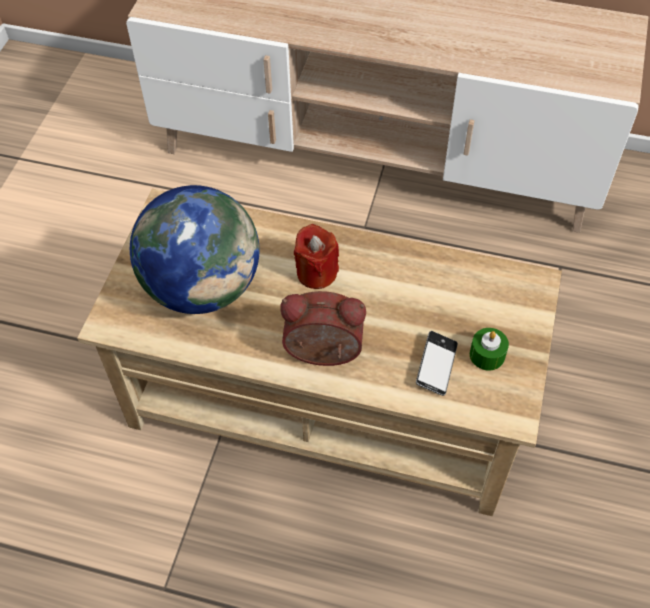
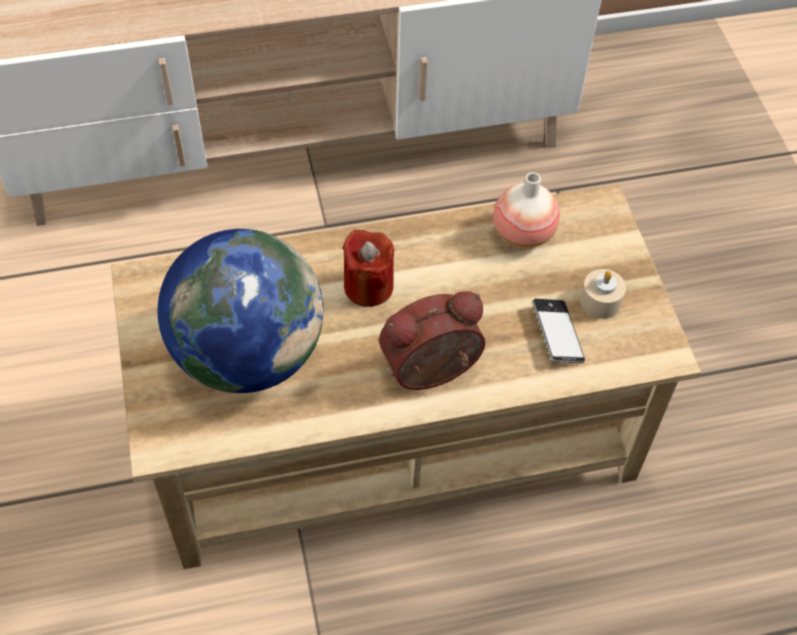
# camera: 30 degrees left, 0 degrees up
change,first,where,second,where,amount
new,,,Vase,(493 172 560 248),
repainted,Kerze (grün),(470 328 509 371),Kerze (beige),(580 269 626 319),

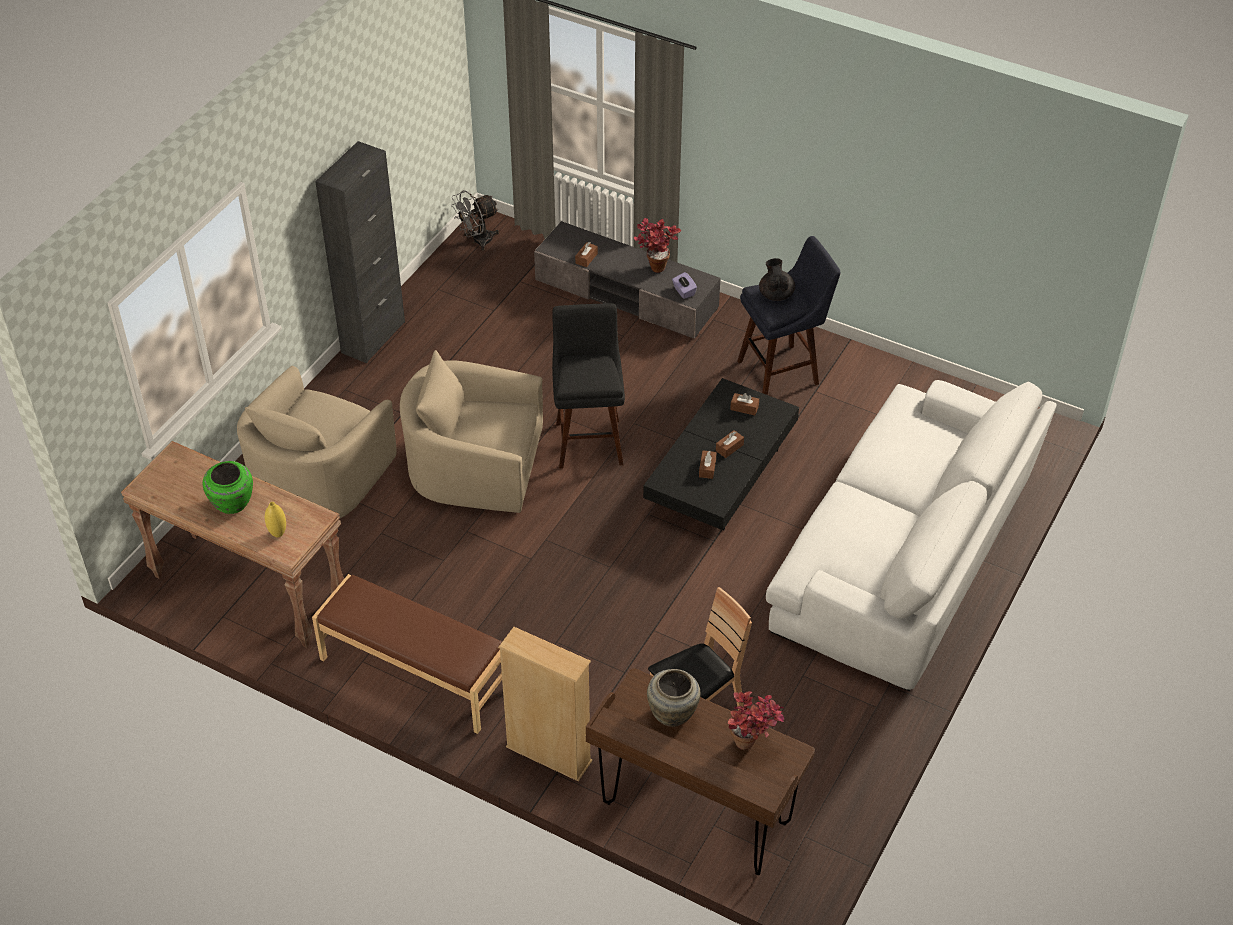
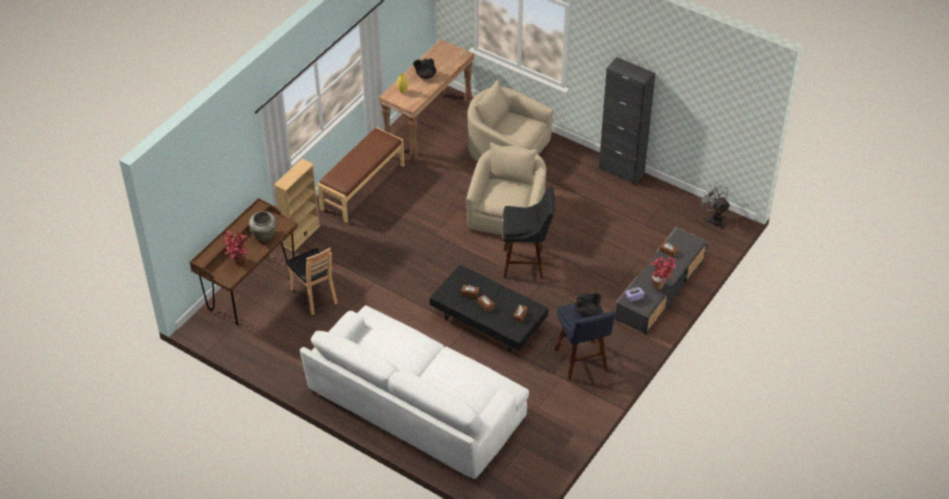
# camera: 95 degrees right, 0 degrees up
change,first,where,second,where,amount
swapped,Vase (grün),(203 461 253 514),Teekanne (schwarz),(413 58 436 79),

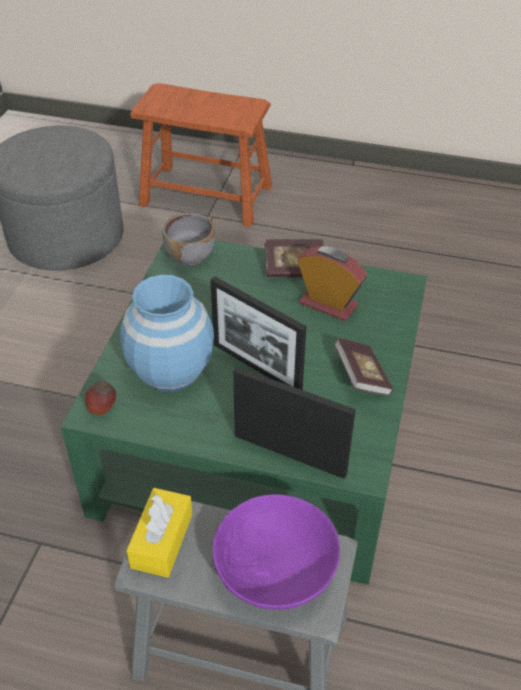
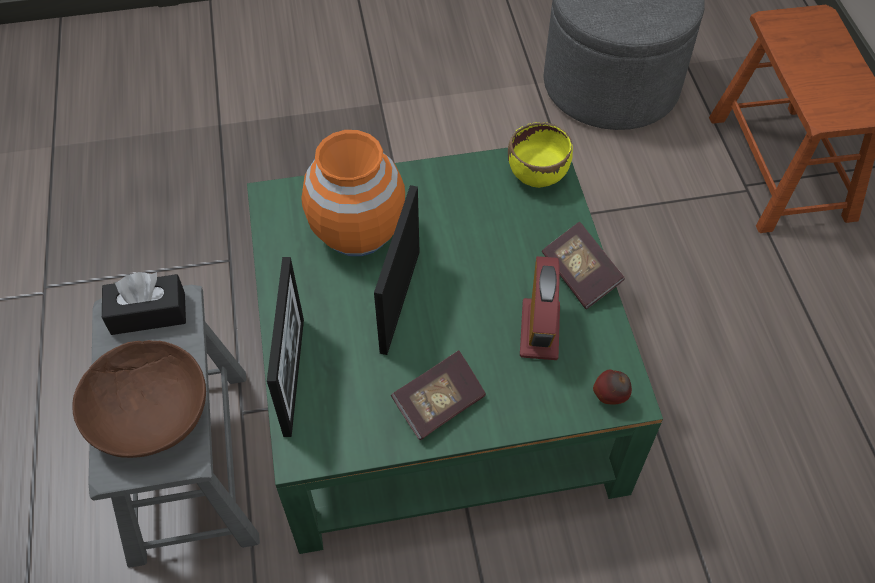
# camera: 65 degrees right, 10 degrees up
change,first,where,second,where,amount
shifted,Apfel,(85 381 116 415),,(593 369 632 405),
repainted,Vase (blau),(120 275 214 392),Vase (orange),(301 130 405 256),
repainted,Taschentuchbox (gelb),(126 488 193 578),Taschentuchbox (schwarz),(102 272 186 335),
repainted,Schüssel (grau),(163 213 215 265),Schüssel (gelb),(508 122 573 188),
repainted,Schüssel (lila),(213 494 340 610),Schüssel (braun),(72 340 206 458),

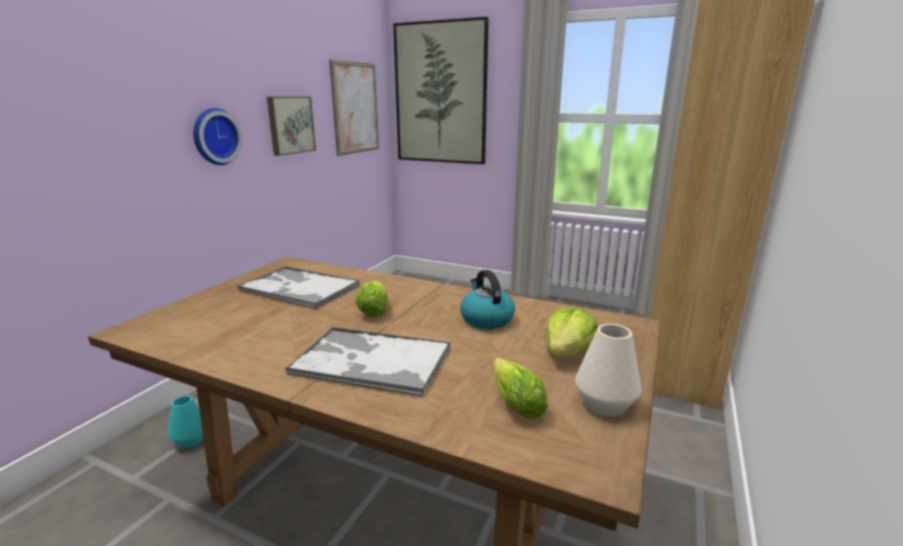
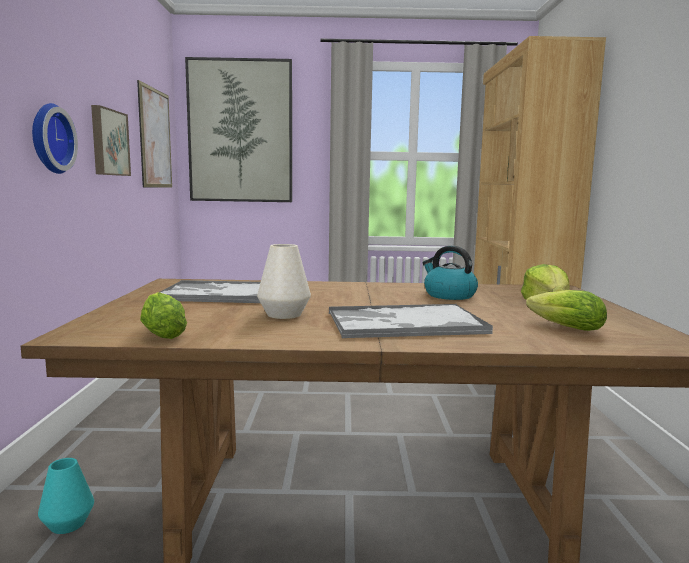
# camera: 25 degrees left, 10 degrees down
change,first,where,second,where,amount
shifted,Salatkopf,(355 281 388 317),,(140 292 187 339),
shifted,Vase (weiß),(575 324 641 416),,(257 244 311 319),

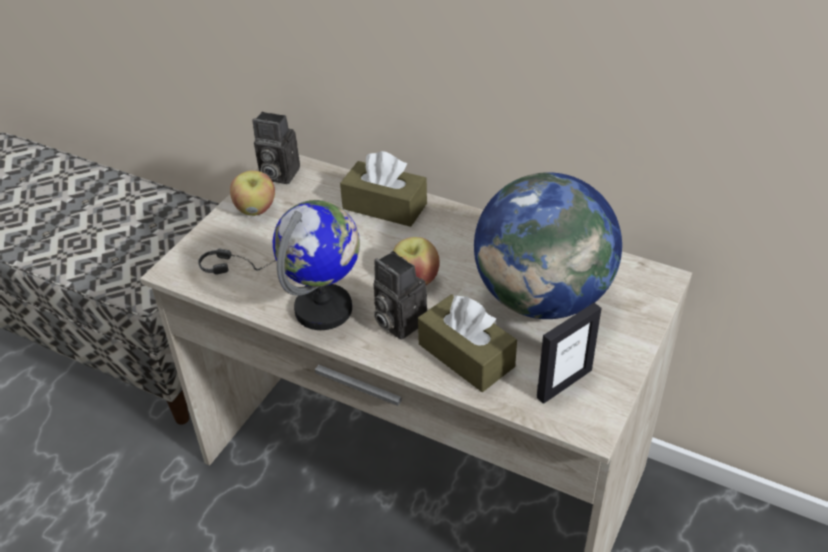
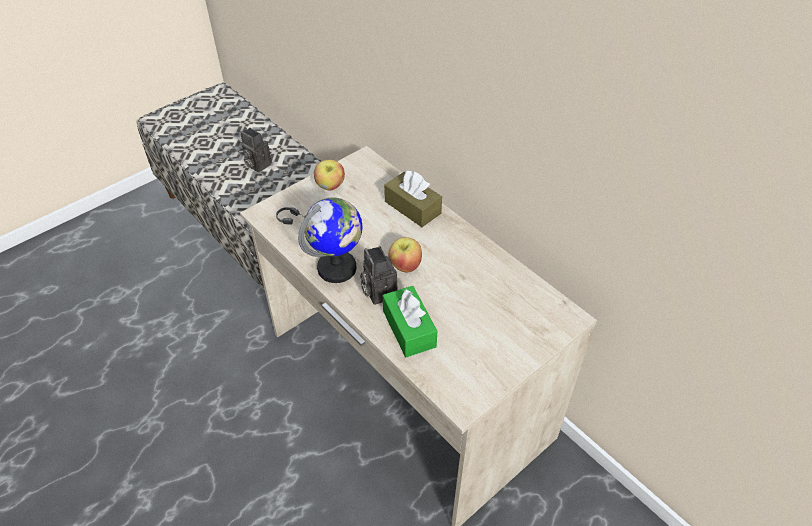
# camera: 20 degrees right, 5 degrees up
change,first,where,second,where,amount
gone,Globus,(474 172 622 319),,,
gone,Bilderrahmen,(537 303 601 404),,,
shifted,Kamera,(252 112 300 184),,(240 128 272 173),
repainted,Taschentuchbox (braun),(418 294 517 392),Taschentuchbox (grün),(383 286 437 357),

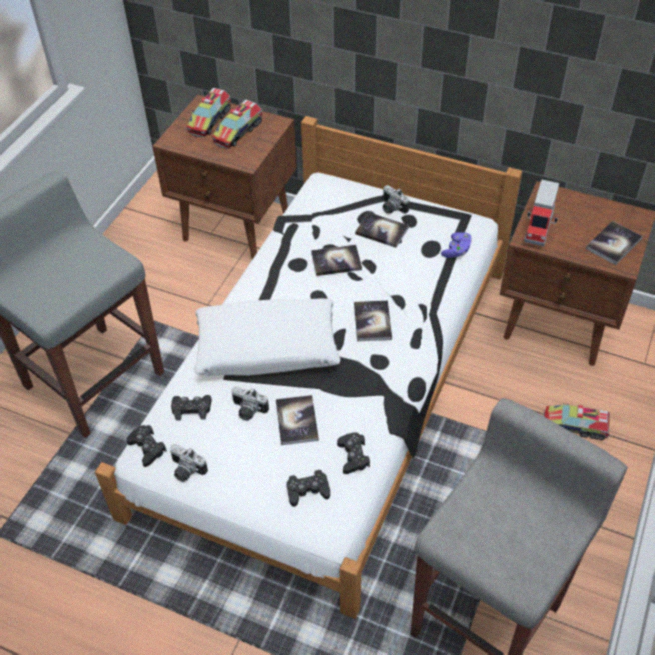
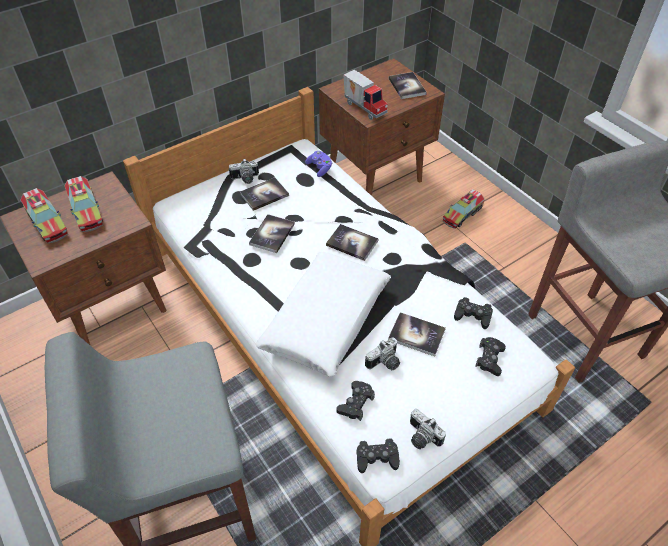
# camera: 60 degrees left, 0 degrees up
change,first,where,second,where,amount
rotated,Kamera,(169 444 208 482),,(410 409 446 449),75 degrees clockwise

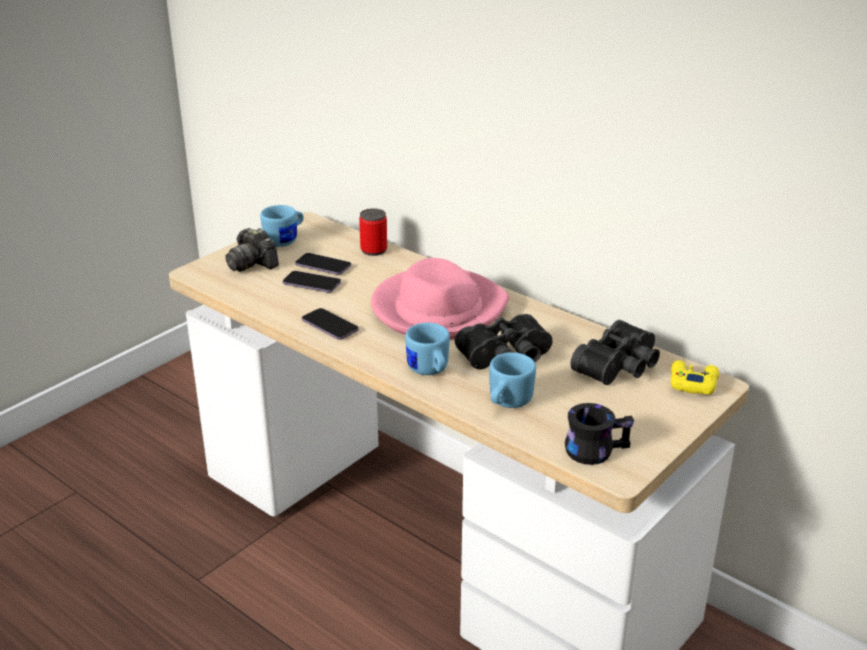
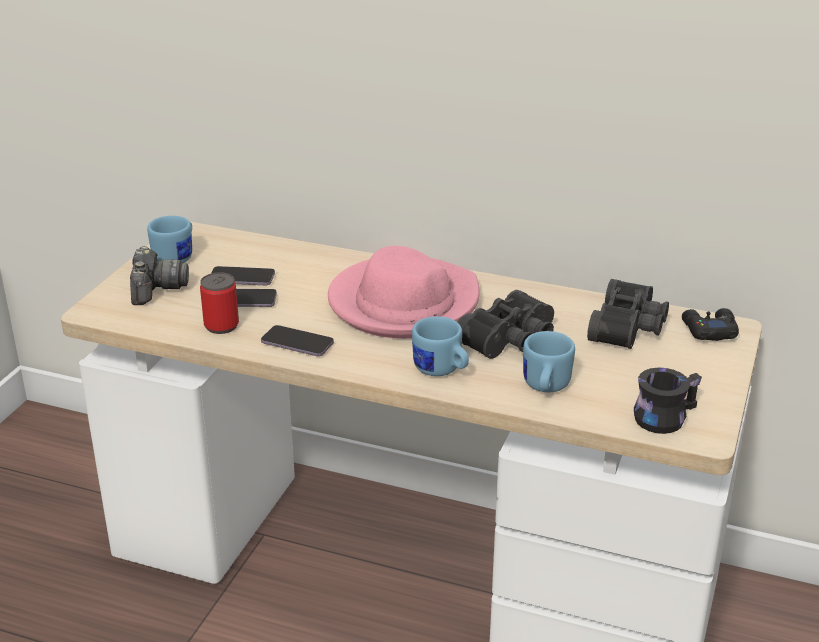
# camera: 20 degrees left, 0 degrees up
change,first,where,second,where,amount
shifted,Dose,(359 208 387 256),,(200 272 239 334),
repainted,Gamepad (gelb),(671 360 719 394),Gamepad (schwarz),(682 308 739 341),
rotated,Kamera,(225 228 279 272),,(130 246 189 305),120 degrees counterclockwise

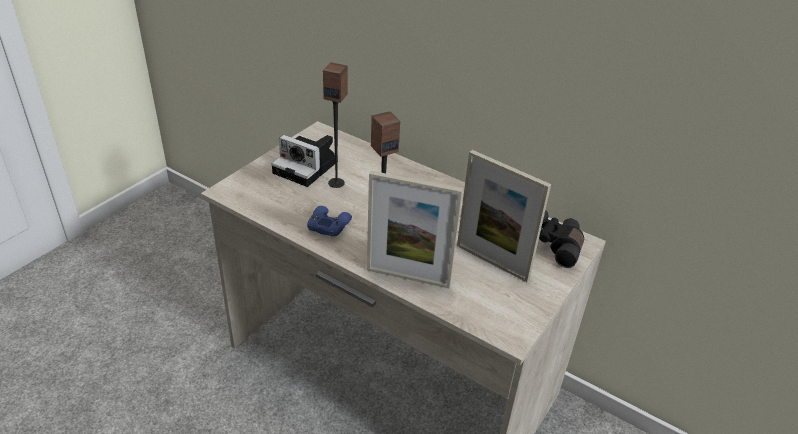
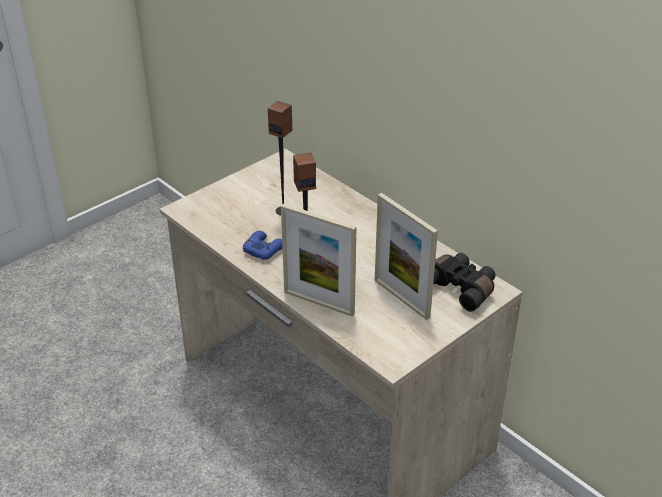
# camera: 15 degrees right, 0 degrees up
change,first,where,second,where,amount
gone,Kamera,(271 135 338 187),,,

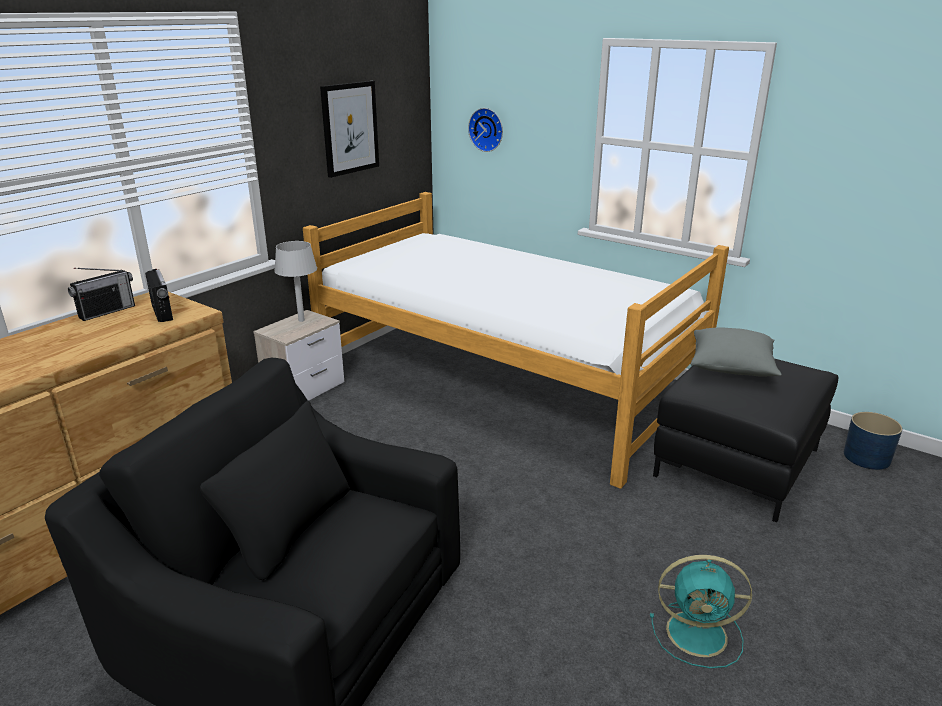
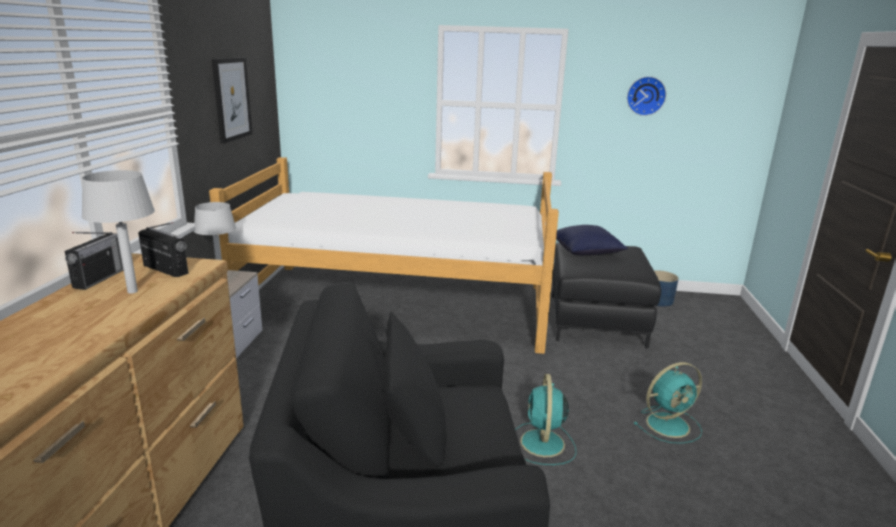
# camera: 30 degrees left, 5 degrees down
change,first,where,second,where,amount
new,,,Tischlampe (grau),(82 170 155 294),
new,,,Ventilator (türkis),(515 374 577 465),
shifted,Wanduhr,(468 108 503 152),,(627 76 666 116),
repainted,Kissen (grau),(690 327 782 377),Kissen (blau),(556 225 628 255),

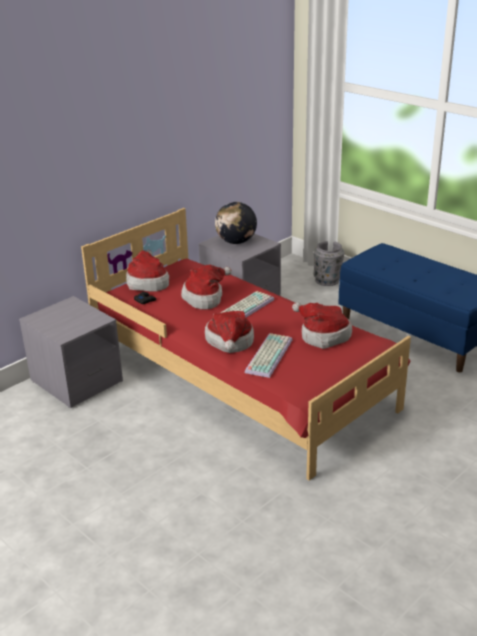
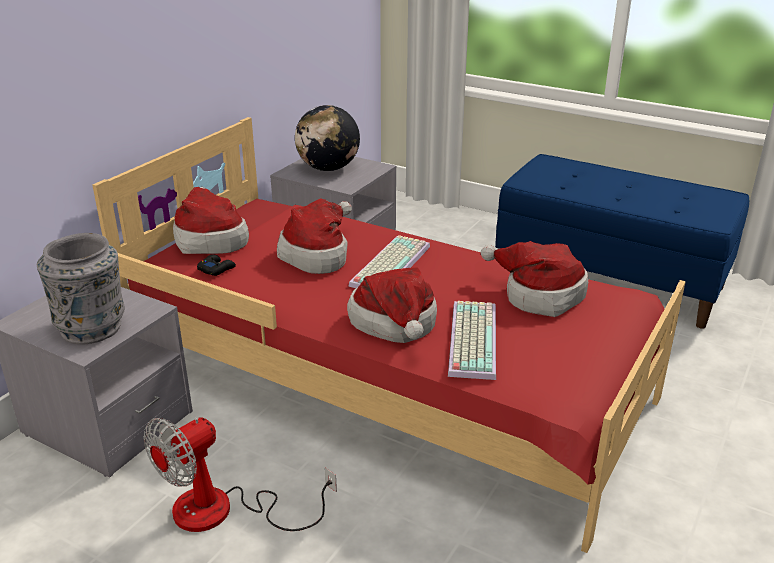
# camera: 15 degrees left, 0 degrees up
change,first,where,second,where,amount
new,,,Ventilator,(144 417 337 532),
shifted,Vase (grau),(313 241 344 286),,(37 233 125 344),

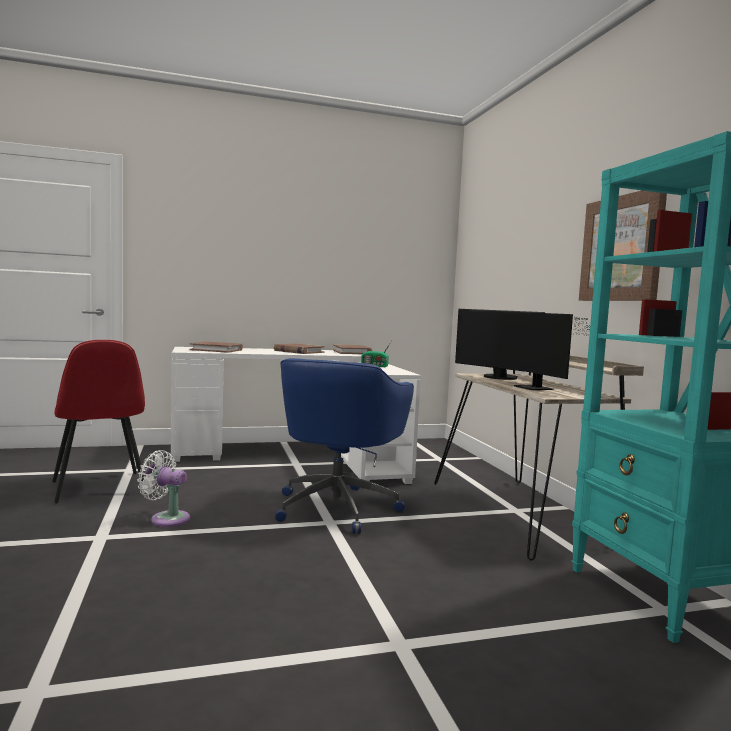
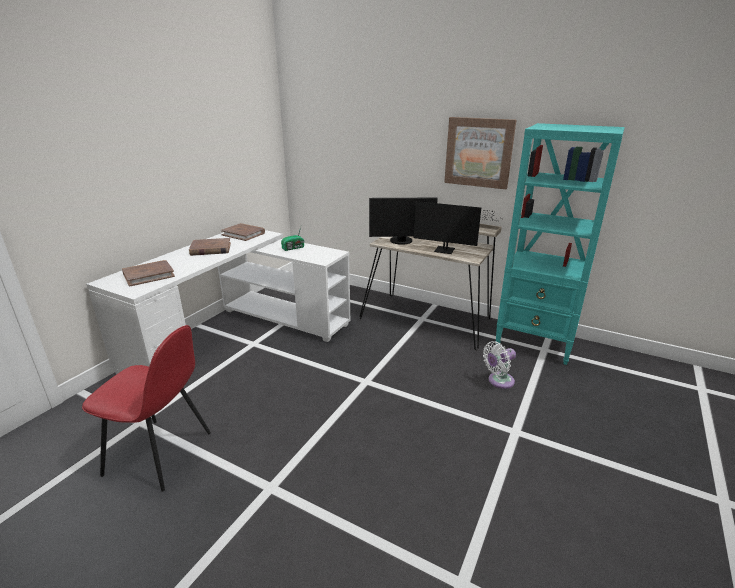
# camera: 45 degrees left, 20 degrees up
change,first,where,second,where,amount
gone,Bürostuhl (blau),(275 358 414 534),,,
shifted,Ventilator (weiß),(137 450 190 527),,(483 341 516 389),

